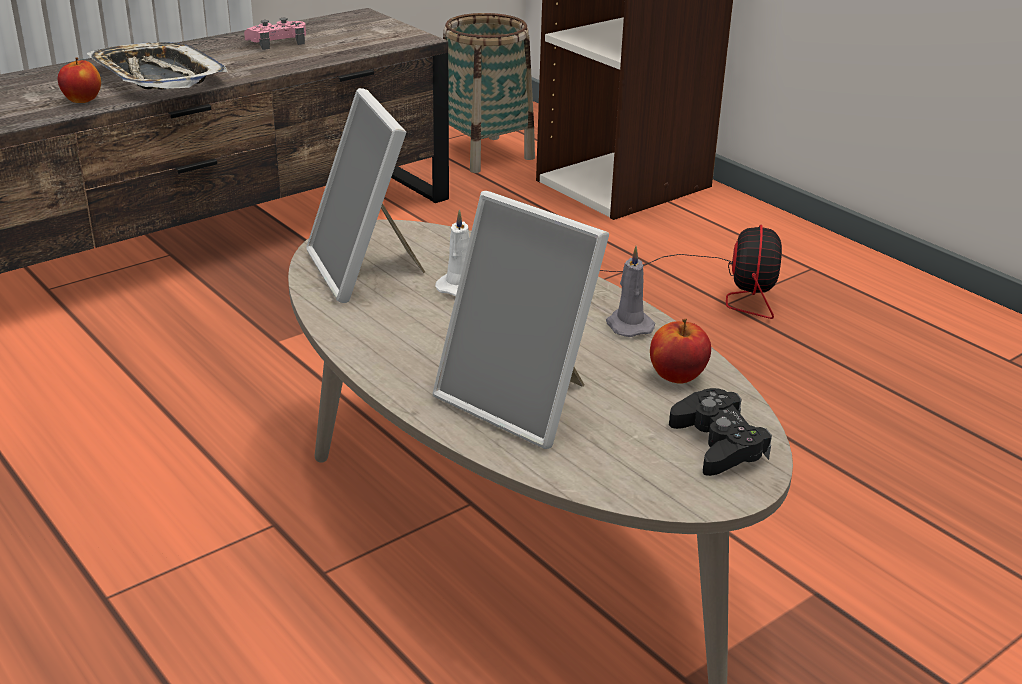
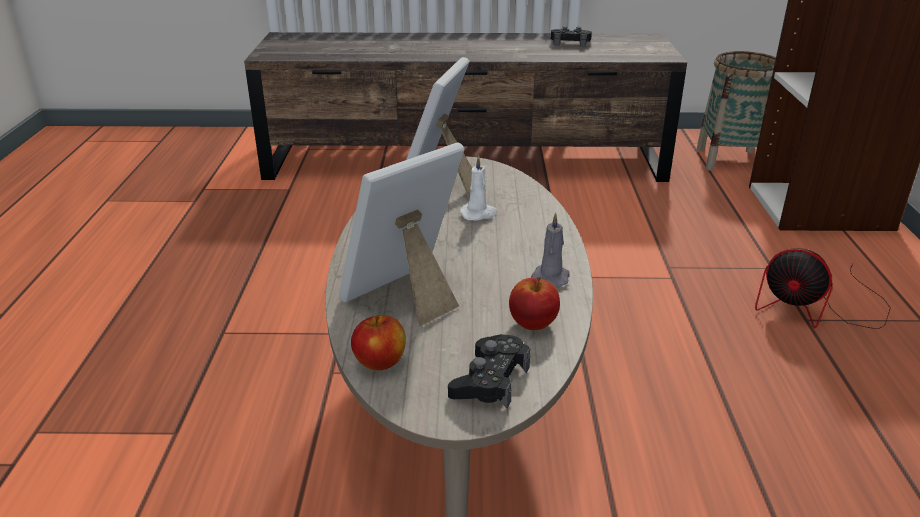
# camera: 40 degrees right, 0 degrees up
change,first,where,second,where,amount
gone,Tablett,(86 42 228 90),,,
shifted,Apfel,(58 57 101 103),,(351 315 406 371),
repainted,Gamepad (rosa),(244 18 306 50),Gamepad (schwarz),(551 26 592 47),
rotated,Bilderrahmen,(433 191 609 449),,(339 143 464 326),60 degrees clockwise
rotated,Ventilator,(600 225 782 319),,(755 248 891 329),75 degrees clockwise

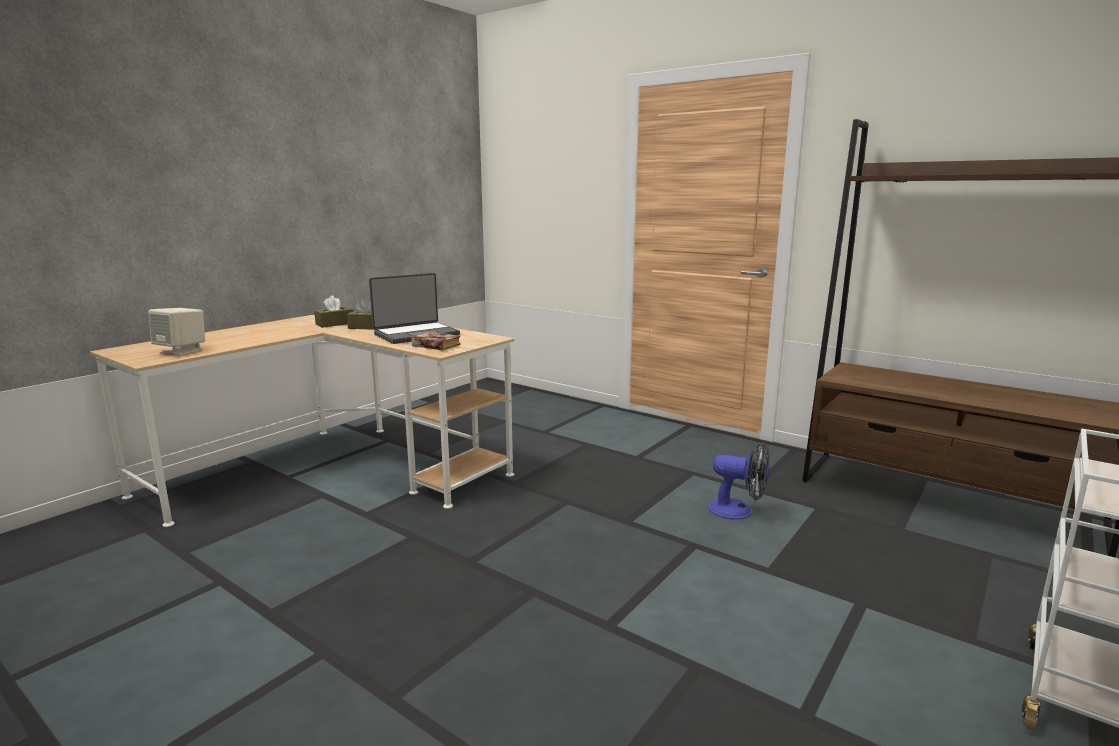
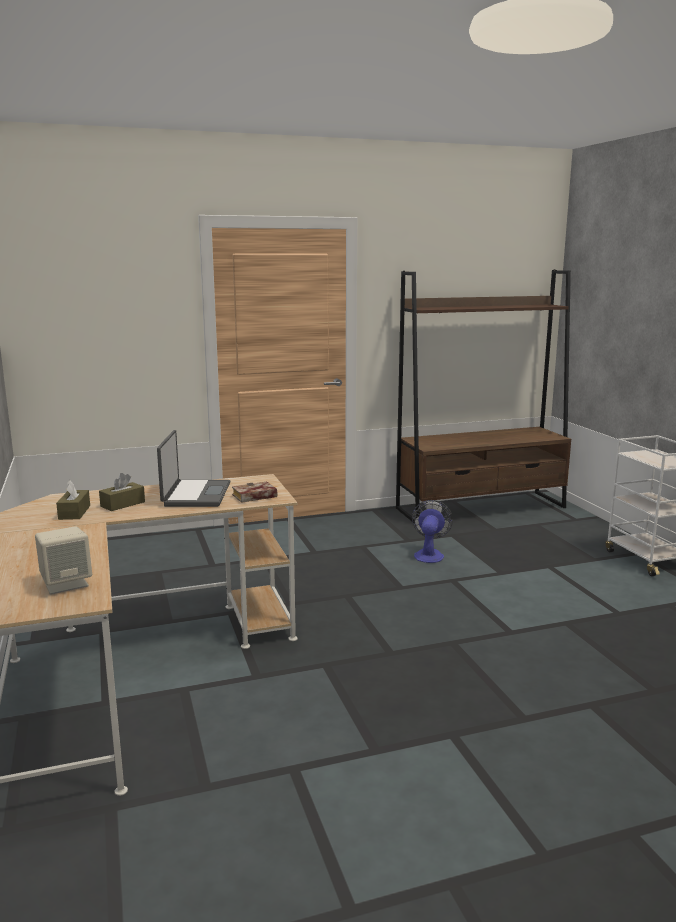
# camera: 55 degrees left, 0 degrees up
change,first,where,second,where,amount
rotated,Ventilator,(708 442 770 519),,(412 500 453 563),45 degrees counterclockwise

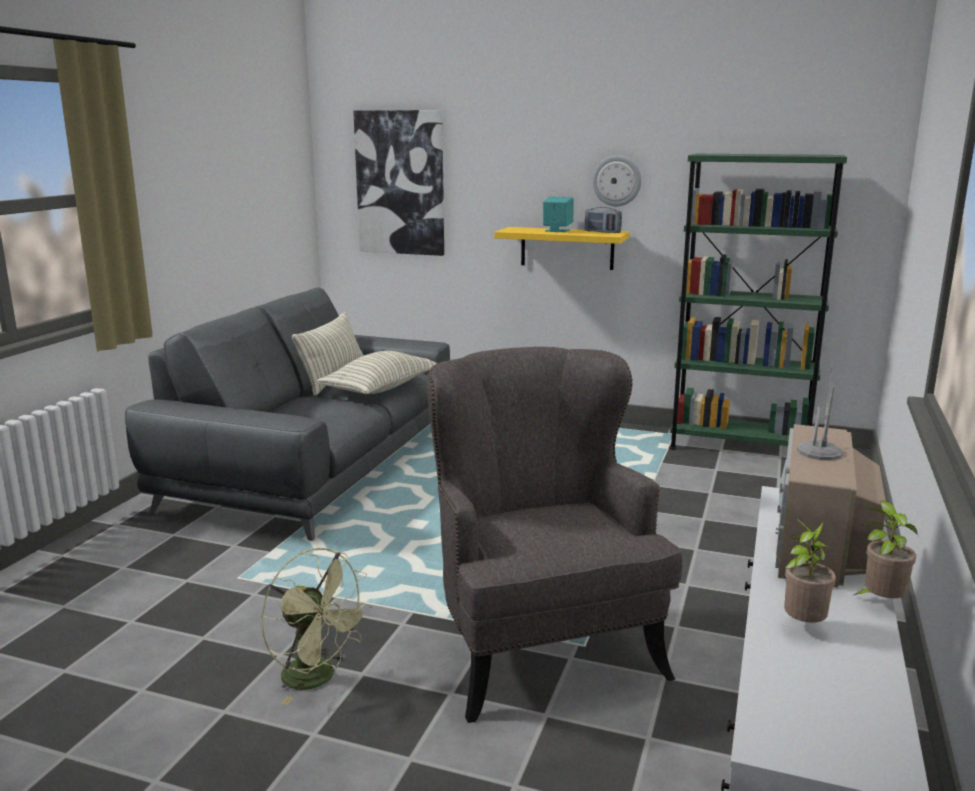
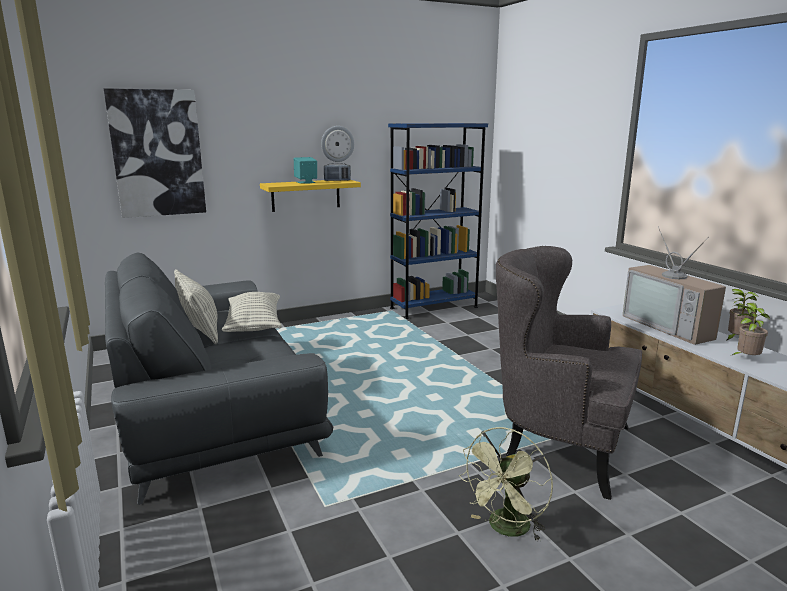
# camera: 45 degrees left, 0 degrees up
change,first,where,second,where,amount
repainted,Bücherregal (grün),(669 154 847 450),Bücherregal (blau),(388 123 488 319),
rotated,Ventilator (grün),(261 548 372 705),,(459 427 553 542),135 degrees clockwise

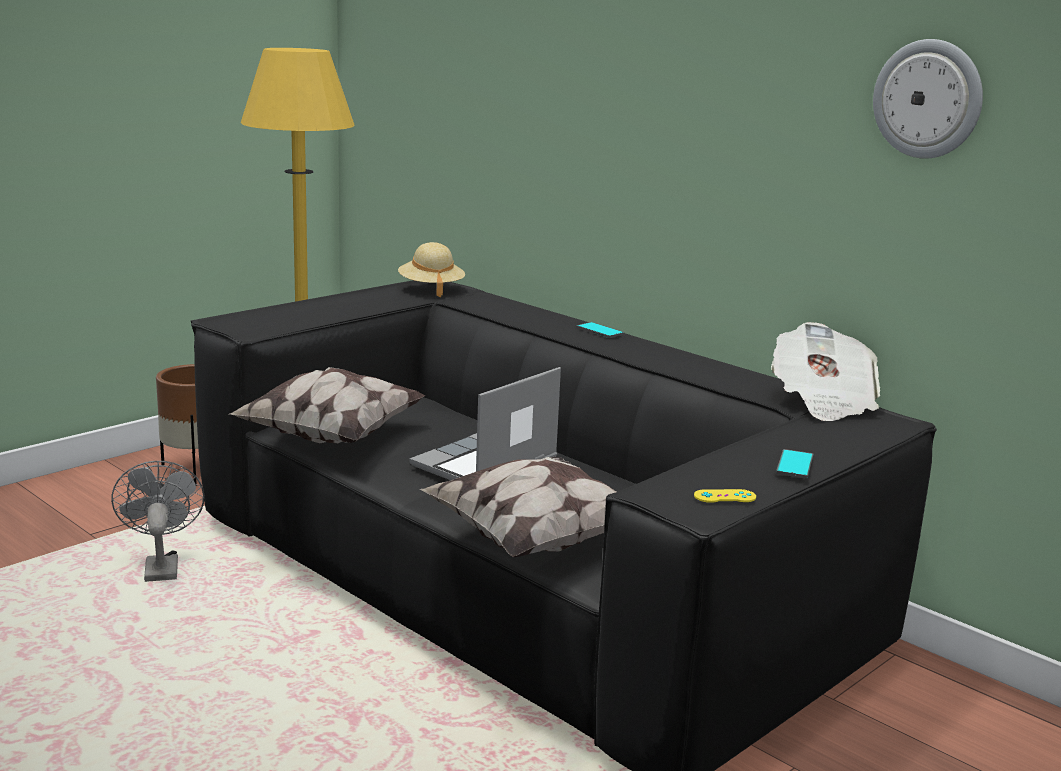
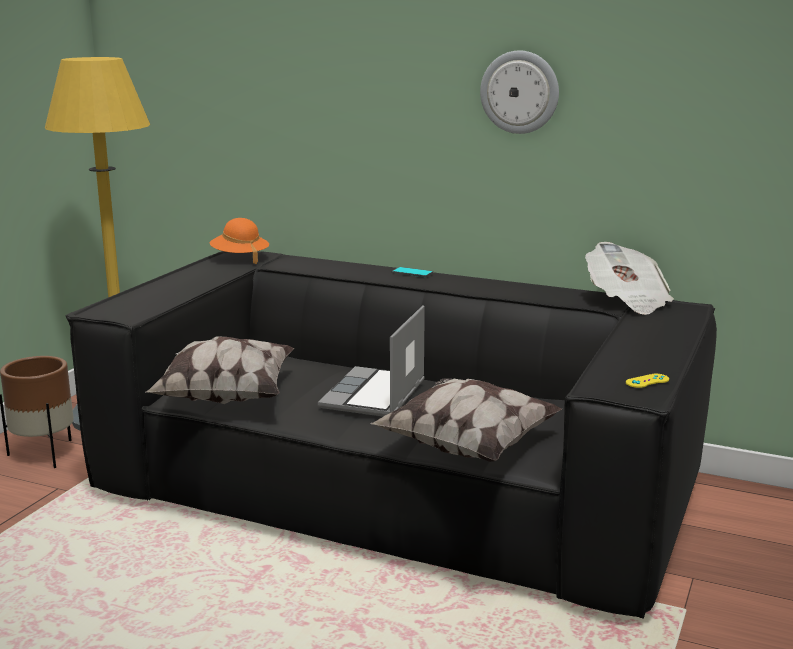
# camera: 20 degrees left, 0 degrees up
change,first,where,second,where,amount
gone,Ventilator (grau),(111 461 205 582),,,
gone,Handy,(776 449 813 479),,,
shifted,Wanduhr,(873 39 983 159),,(480 50 559 134),
repainted,Hut (beige),(398 242 465 297),Hut (orange),(209 218 269 264),

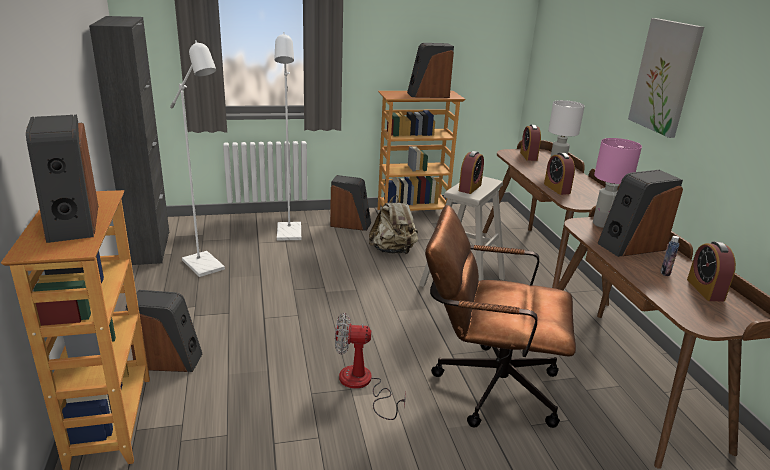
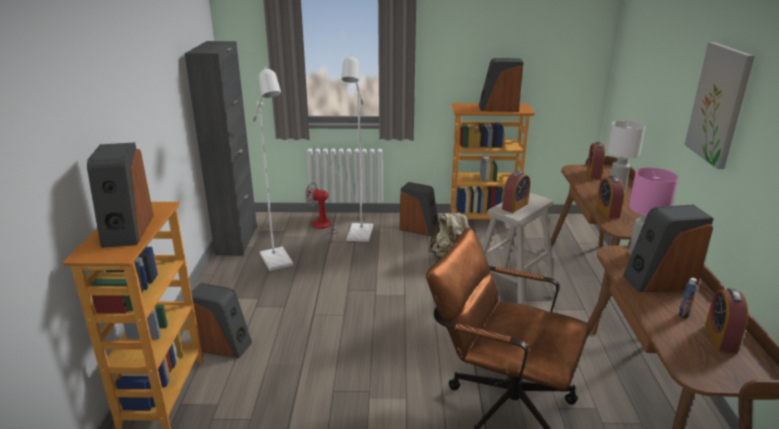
# camera: 15 degrees right, 0 degrees up
change,first,where,second,where,amount
shifted,Ventilator,(335 313 406 420),,(305 182 338 243),

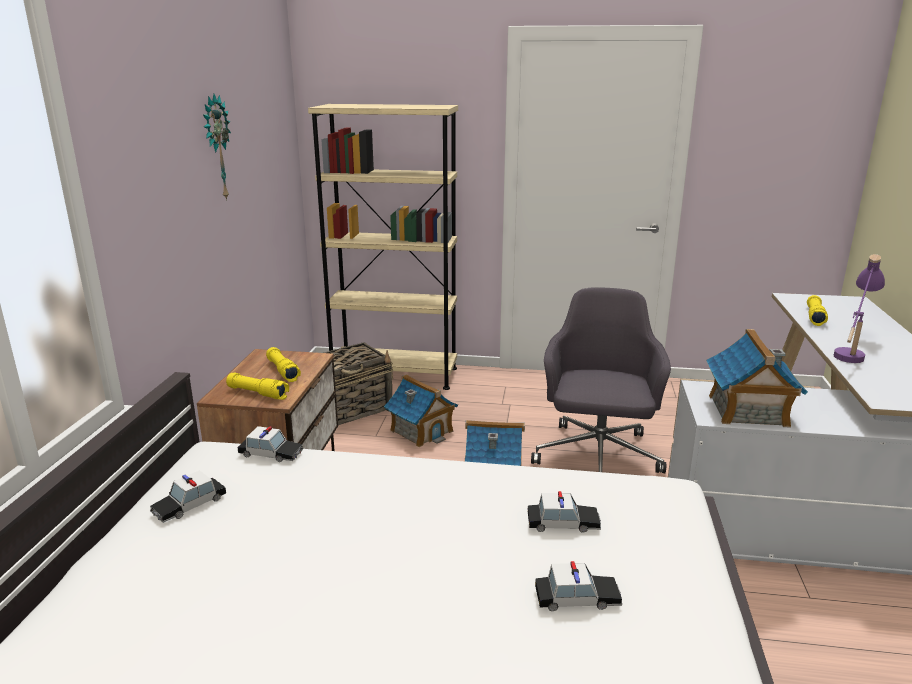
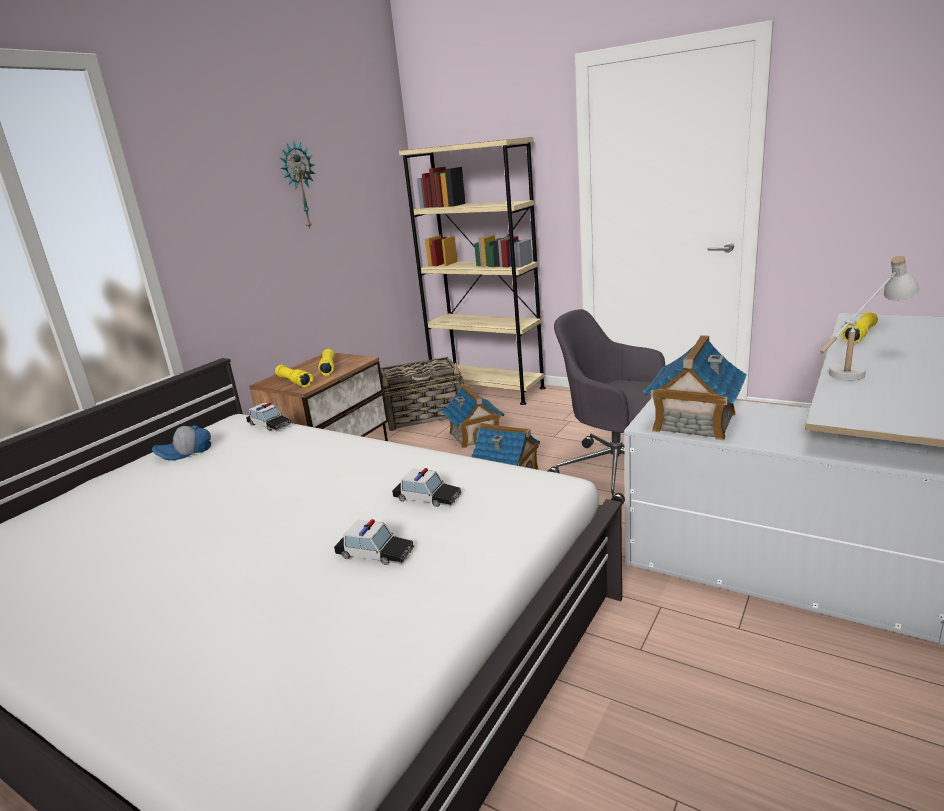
# camera: 25 degrees right, 0 degrees up
change,first,where,second,where,amount
swapped,Spielzeugauto,(150 470 226 523),Kappe,(152 425 211 461),
repainted,Tischlampe (lila),(834 254 885 363),Tischlampe (weiß),(820 256 919 380),
rotated,Bürostuhl (grau),(531 287 671 473),,(548 309 665 505),90 degrees counterclockwise

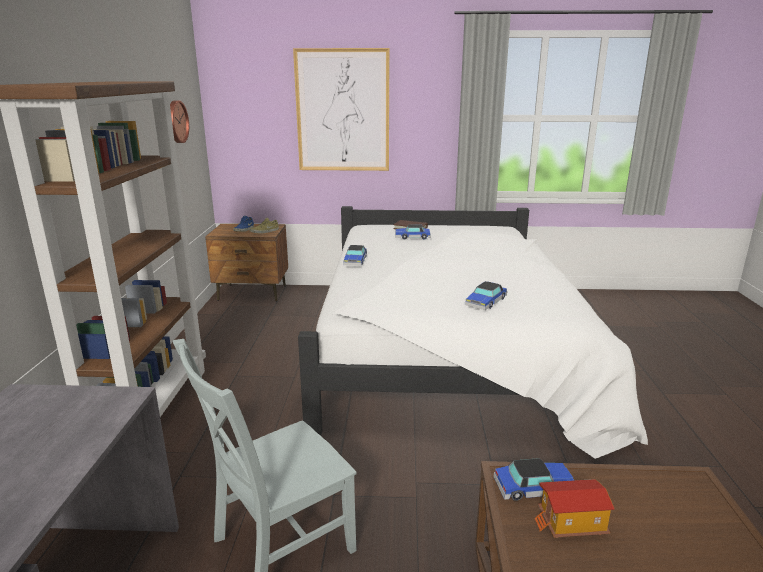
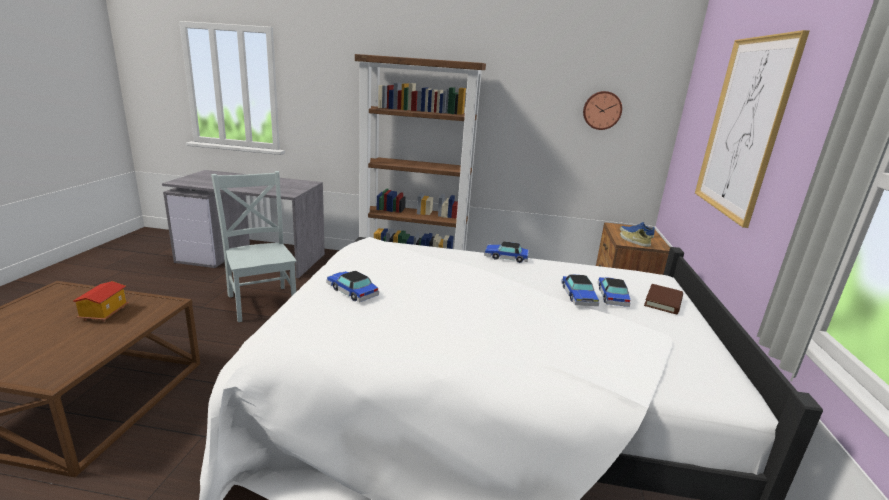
# camera: 95 degrees right, 0 degrees up
change,first,where,second,where,amount
shifted,Spielzeugauto,(494 458 574 501),,(561 274 599 306),

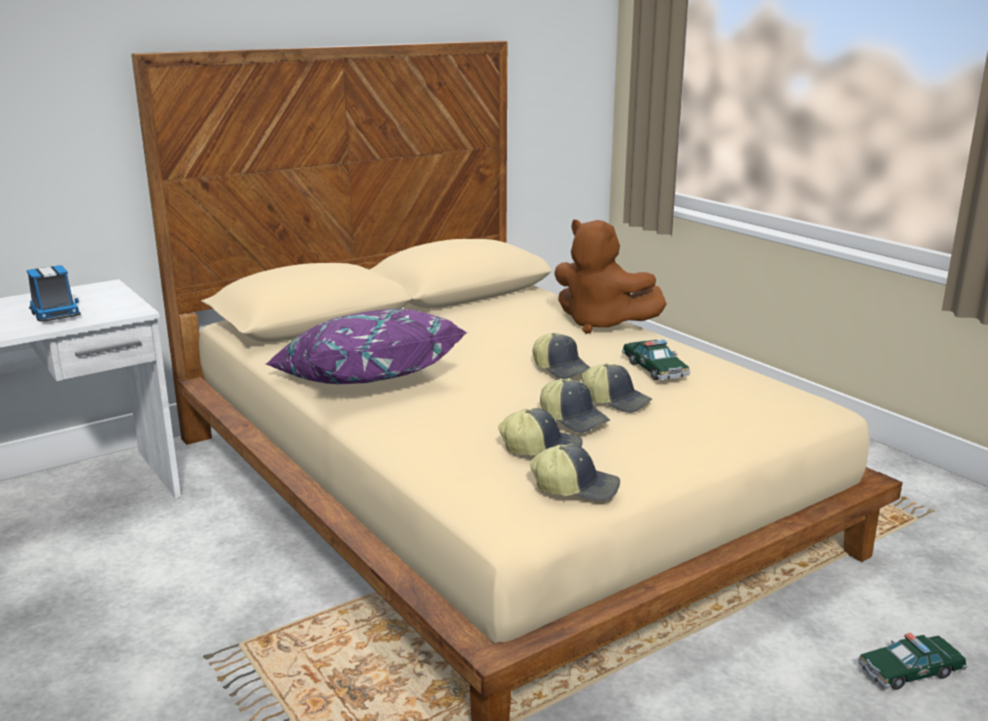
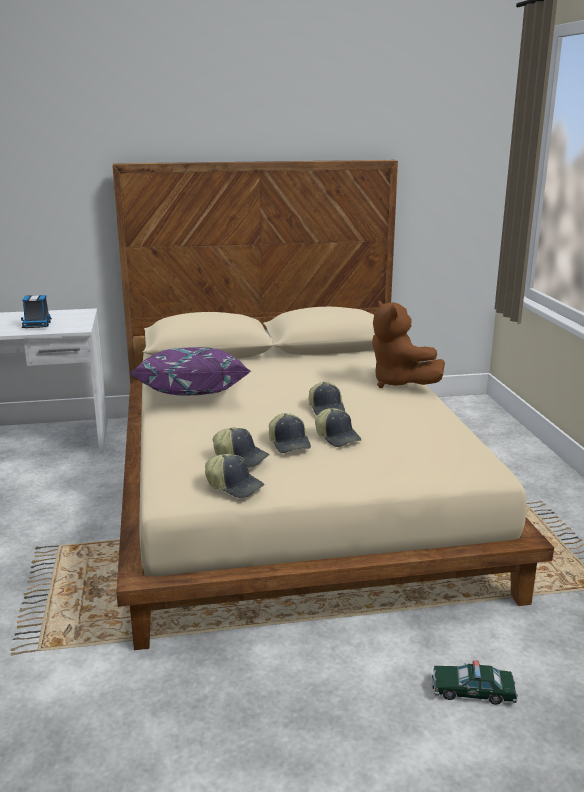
# camera: 25 degrees right, 0 degrees up
change,first,where,second,where,amount
gone,Spielzeugauto,(622 340 690 380),,,

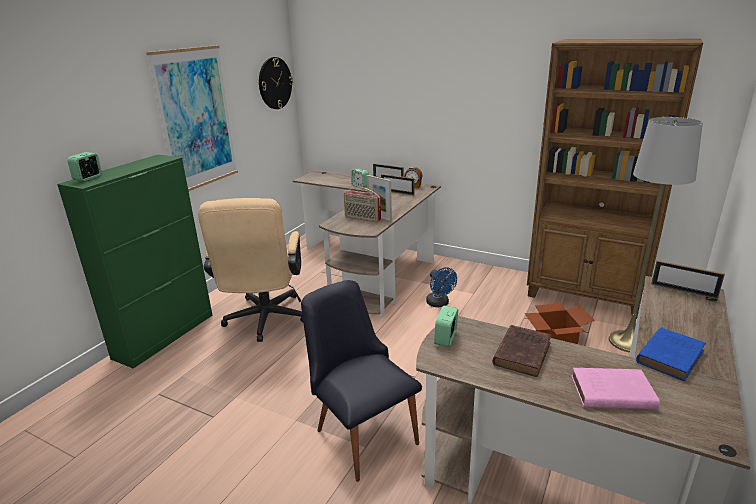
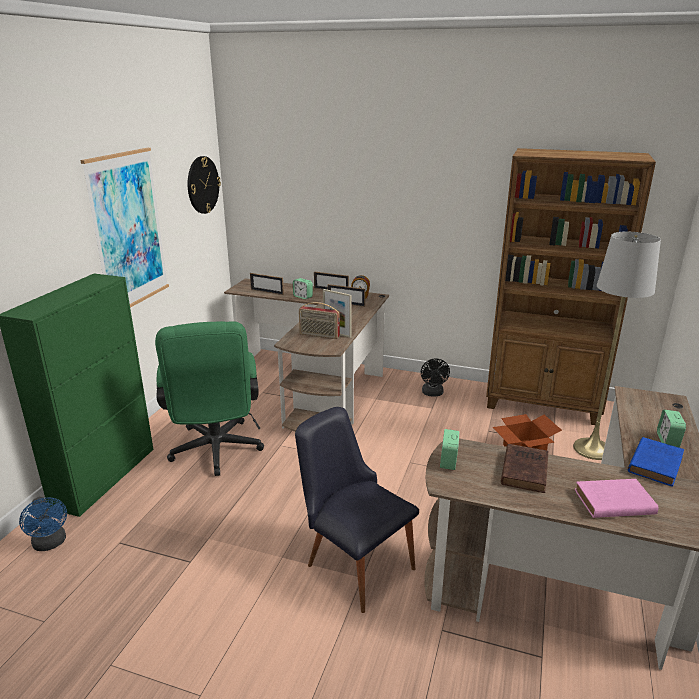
# camera: 10 degrees left, 0 degrees up
change,first,where,second,where,amount
new,,,Ventilator (schwarz),(421 359 450 397),
shifted,Wecker,(67 152 102 181),,(657 410 686 448),
shifted,Ventilator (blau),(426 267 457 307),,(19 497 67 551),
shifted,Bilderrahmen,(651 260 725 299),,(250 273 284 295),
repainted,Bürostuhl (beige),(198 198 303 342),Bürostuhl (grün),(155 321 264 476),

